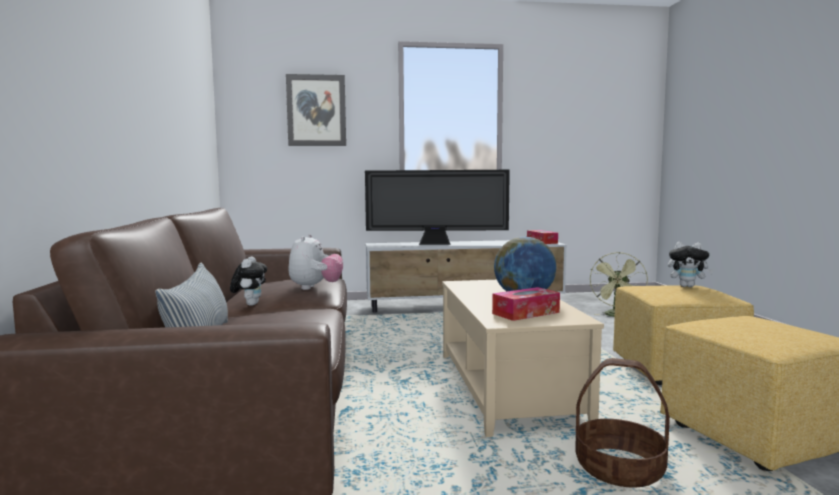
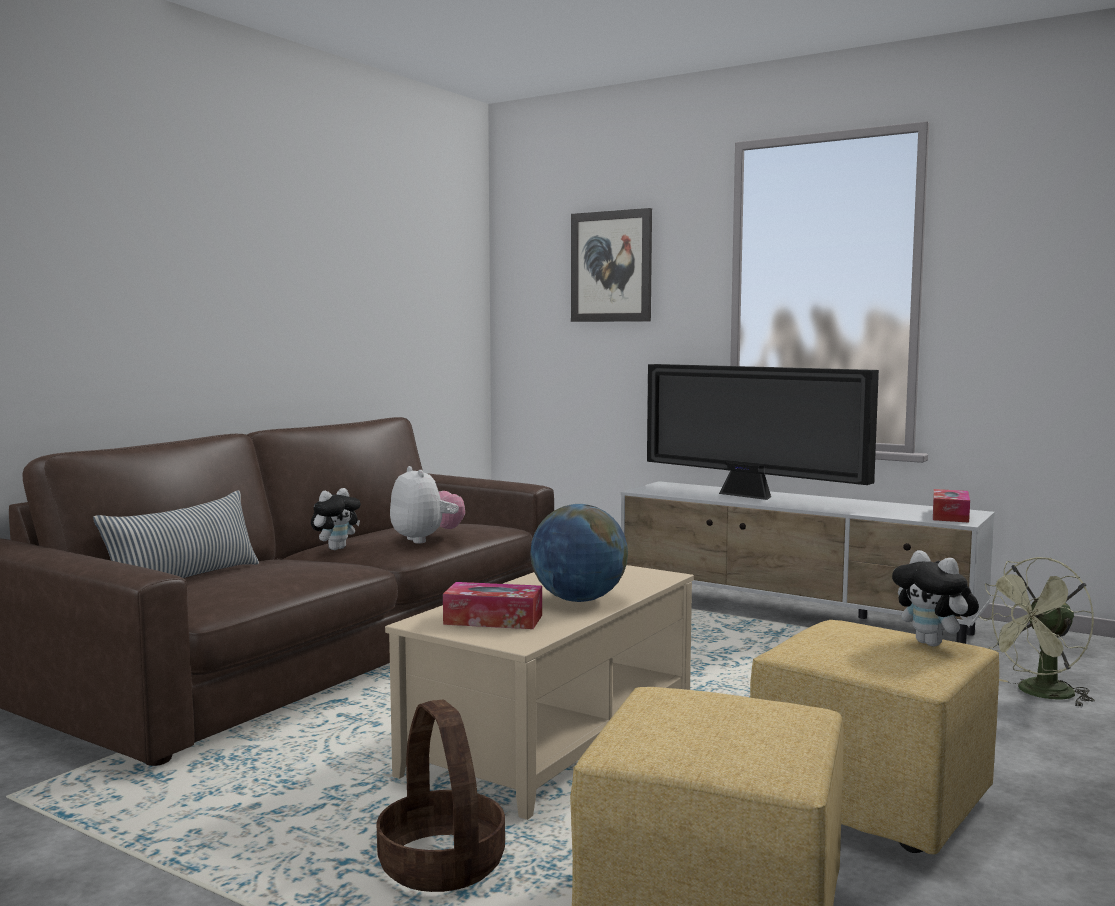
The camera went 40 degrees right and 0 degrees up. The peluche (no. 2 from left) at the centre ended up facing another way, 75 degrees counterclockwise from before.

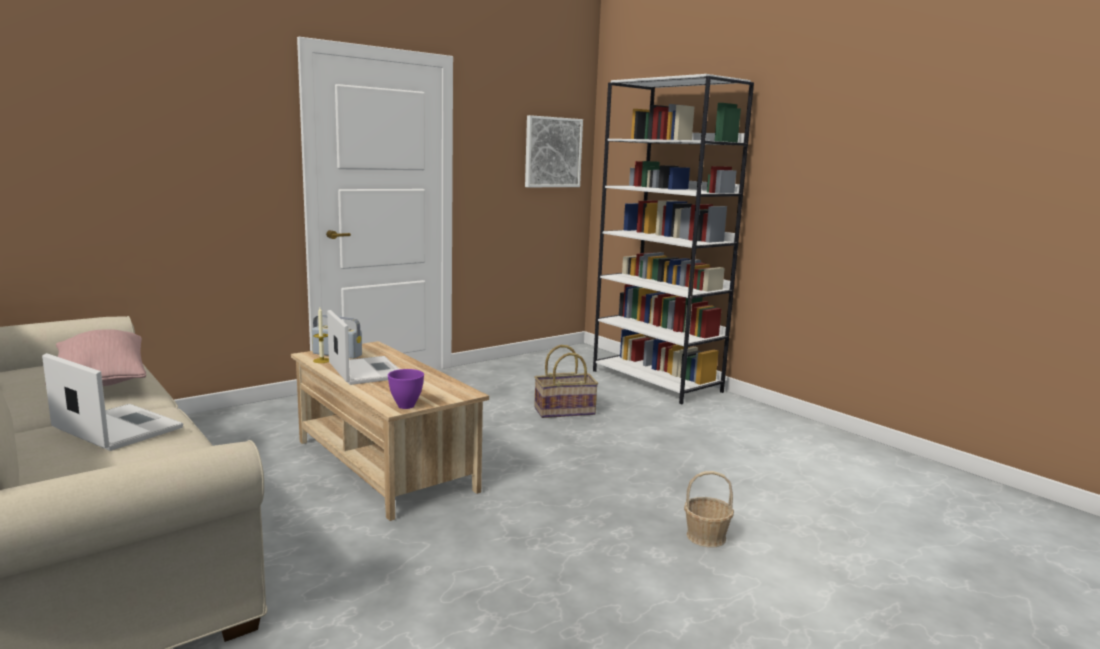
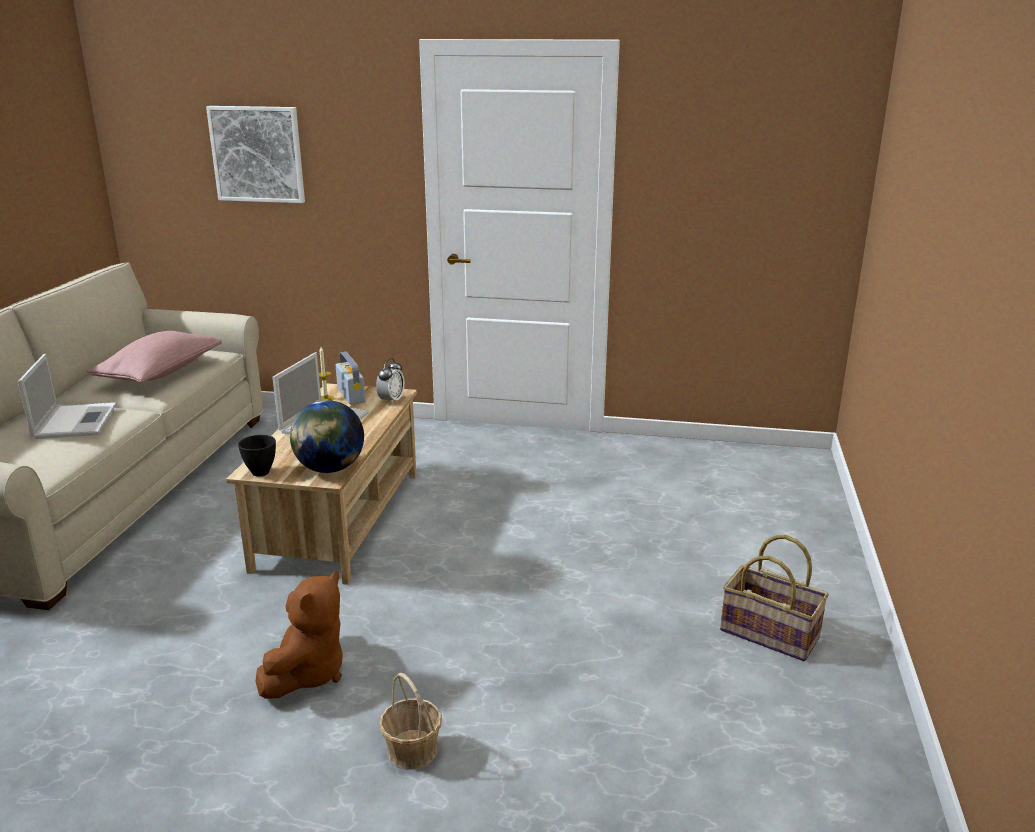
The camera went 50 degrees right and 10 degrees up. What was the bol/violet at the centre turned into the bol/noir at the middle left. The tableau ended up elsewhere, having gone from the top centre to the top left. The panier (no. 1 from left in the first image) ended up elsewhere, having gone from the centre to the bottom right. The second view lost the bibliothèque/blanc at the centre. The second view gained the peluche/marron at the bottom left. The second view gained the globe at the middle left. The second view gained the réveil at the centre.

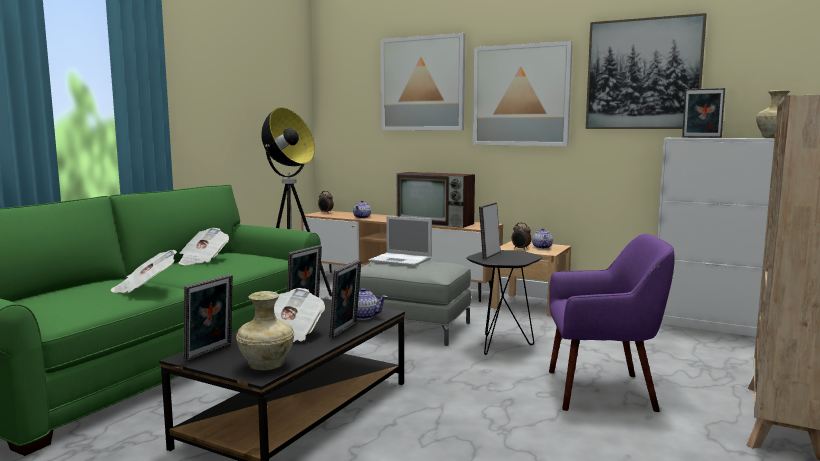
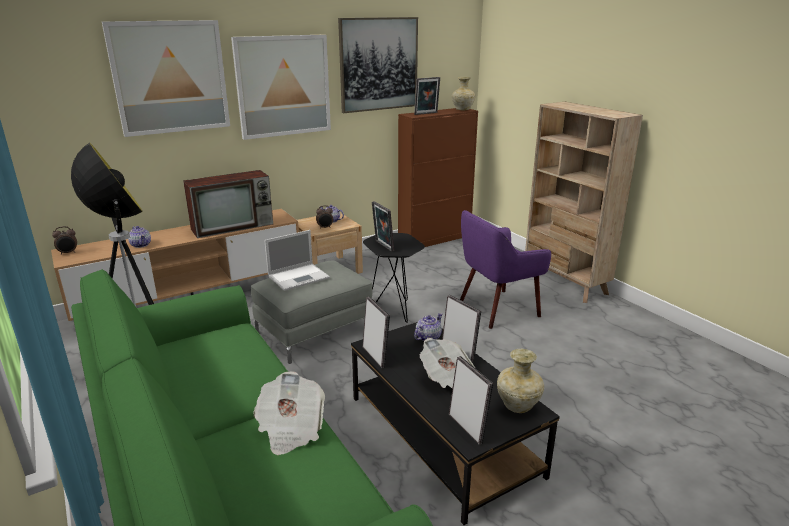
The camera went 60 degrees left and 15 degrees up. The second view lost the journal (no. 2 from left) at the middle left. The fauteuil/violet at the bottom right ended up facing another way, 150 degrees counterclockwise from before. What was the meuble de rangement/blanc at the middle right turned into the meuble de rangement/marron at the centre.

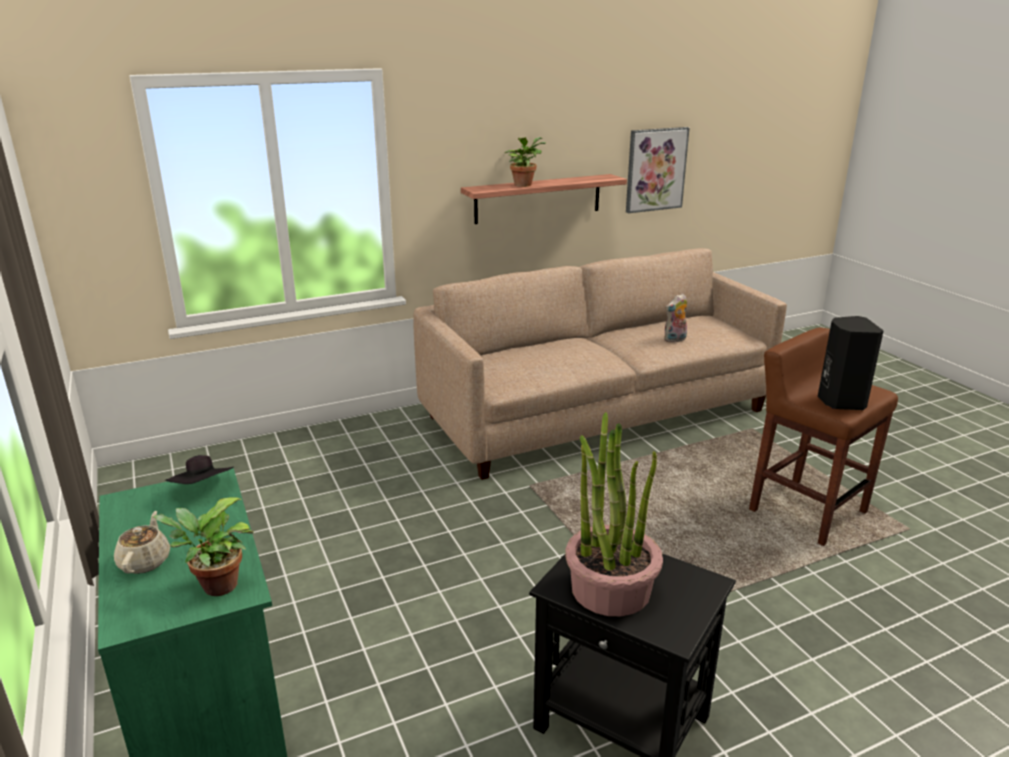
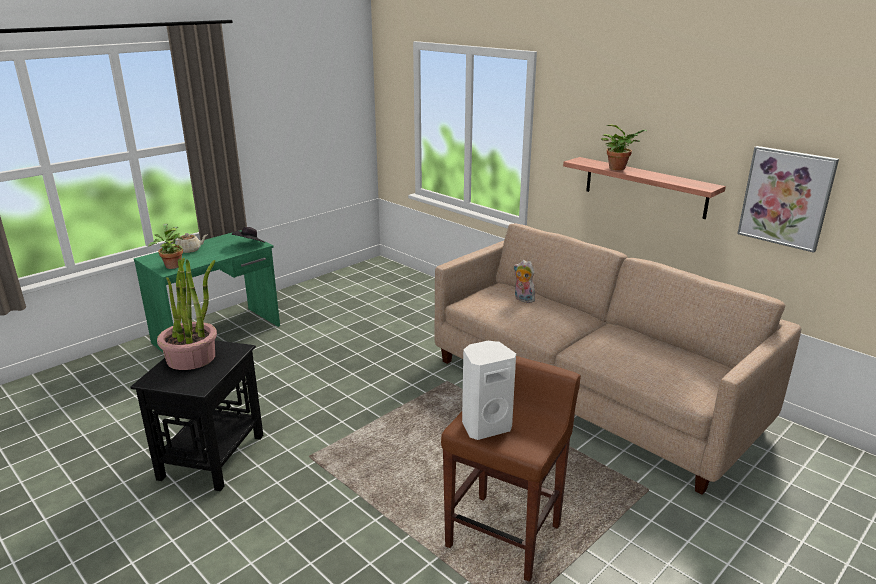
The camera went 70 degrees right and 0 degrees up. The peluche ended up elsewhere, having gone from the middle right to the centre. What was the enceinte/noir at the middle right turned into the enceinte/blanc at the bottom centre.

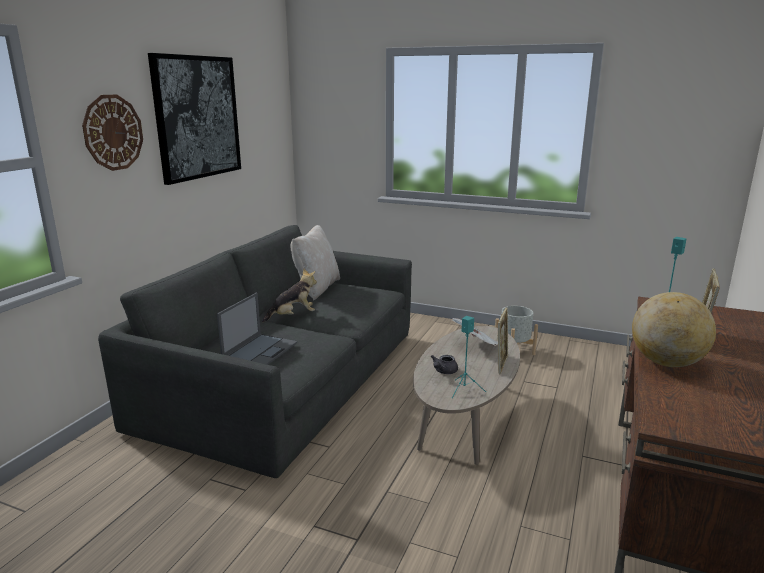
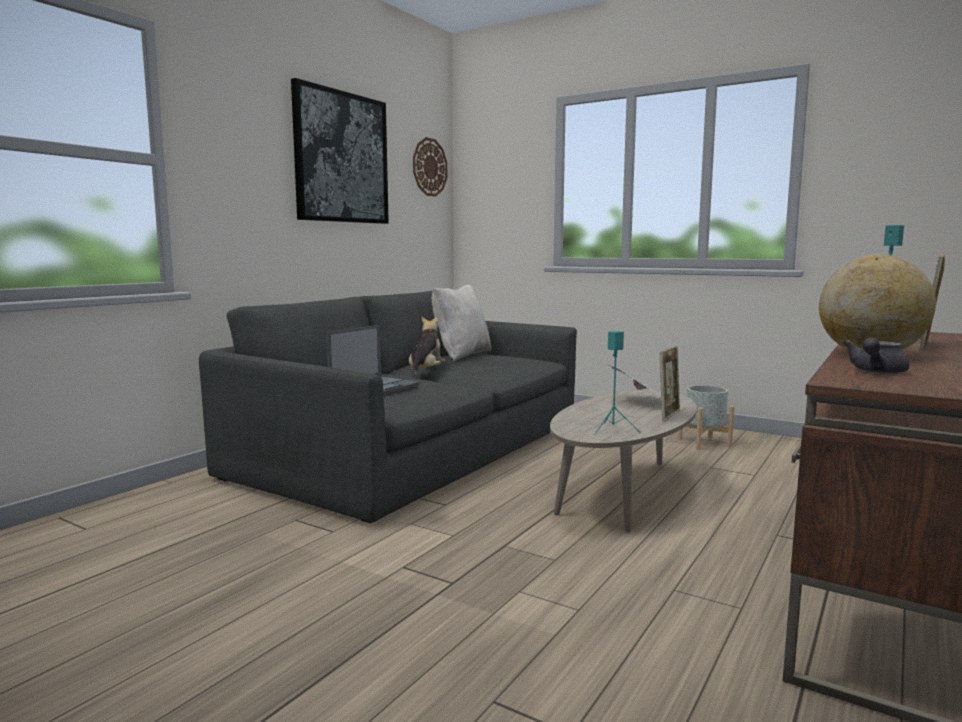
The camera went 10 degrees right and 10 degrees down. The horloge murale ended up elsewhere, having gone from the top left to the top centre. The peluche at the centre ended up facing another way, 60 degrees counterclockwise from before. The théière/gris ended up elsewhere, having gone from the centre to the middle right.

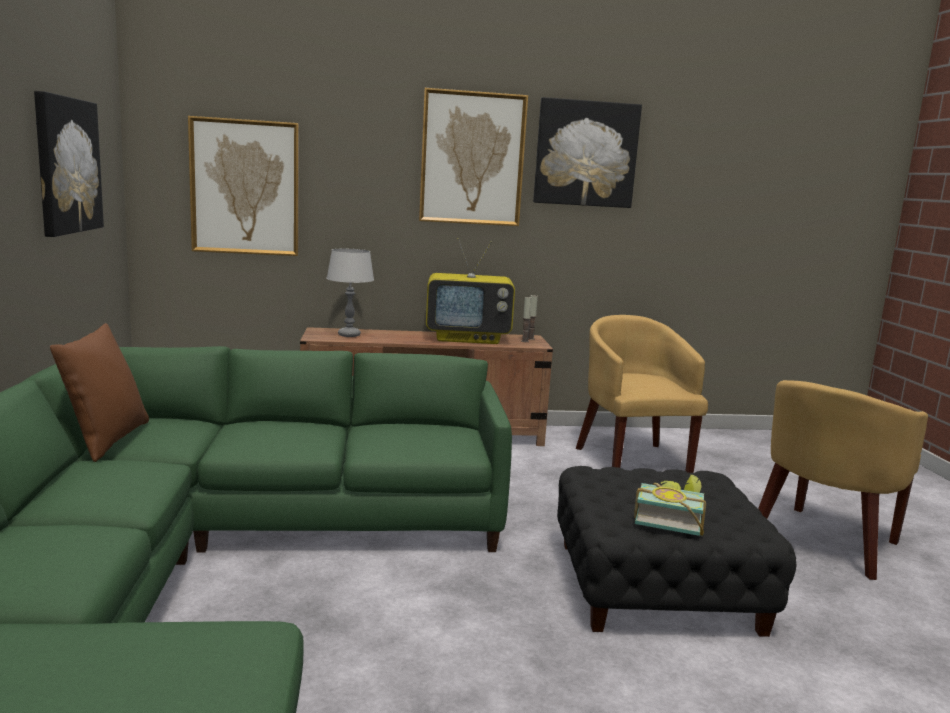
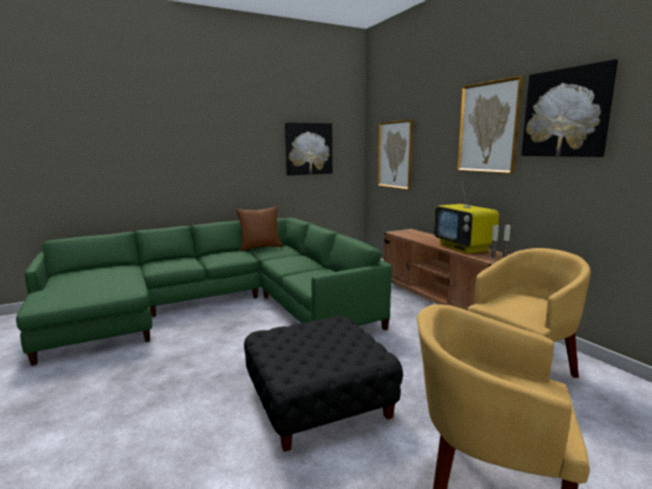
The camera went 70 degrees right and 0 degrees up. The second view lost the lampe de table/gris at the centre. The second view lost the livre at the bottom right.

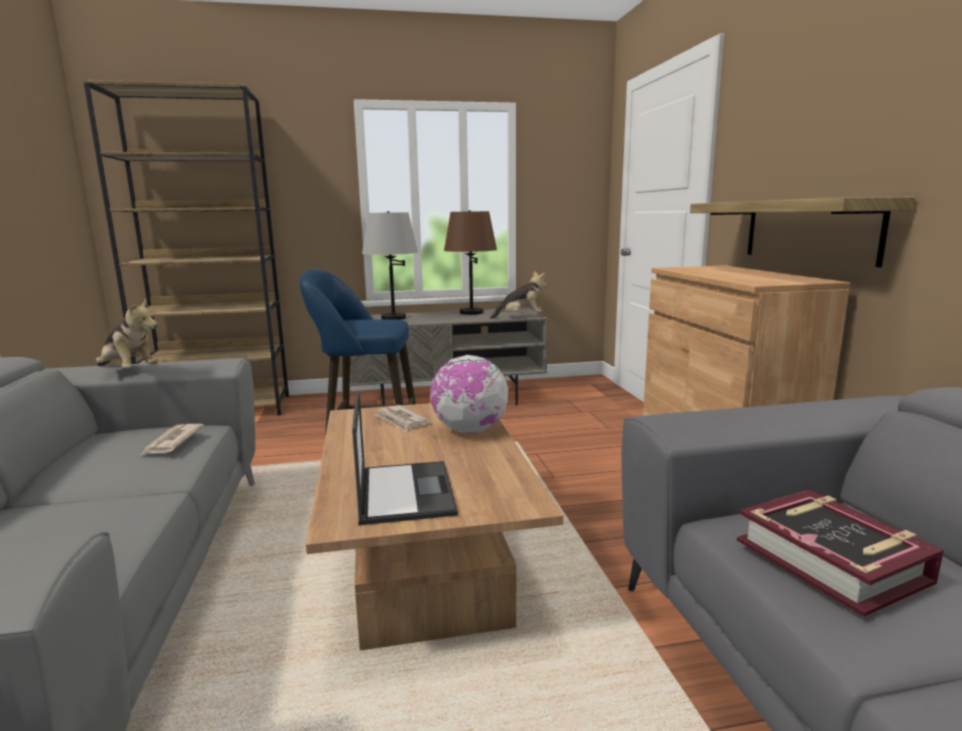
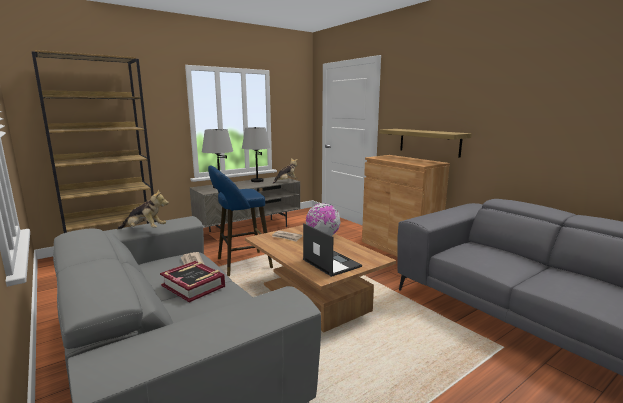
The camera went 25 degrees left and 0 degrees up. What was the lampe de table/marron at the centre turned into the lampe de table/gris (no. 2 from left) at the centre. The livre ended up elsewhere, having gone from the bottom right to the bottom left.

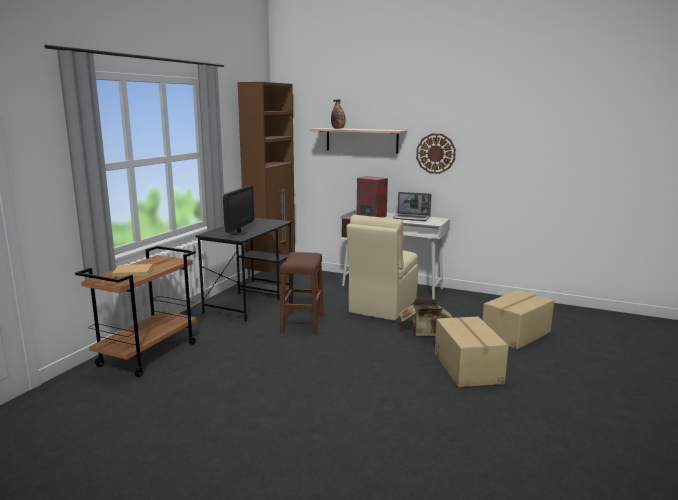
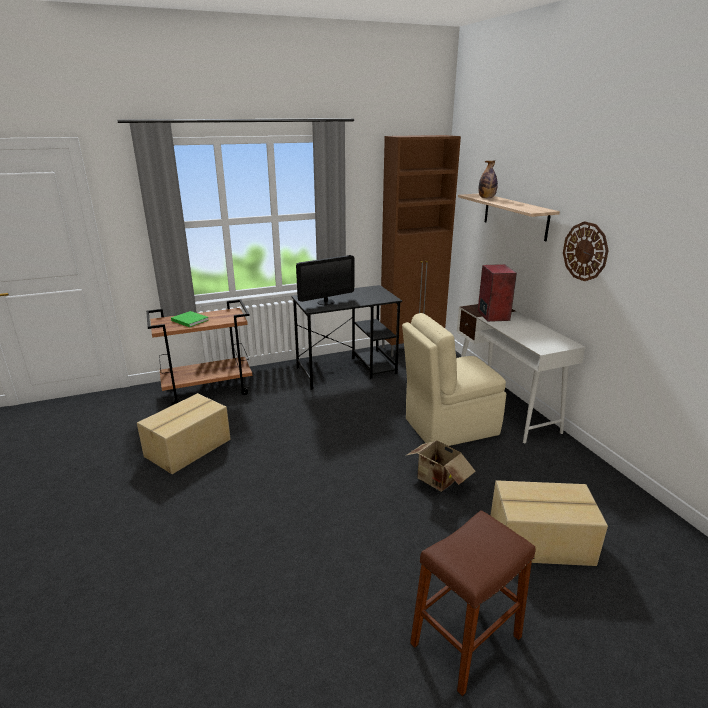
The camera went 45 degrees right and 10 degrees up. What was the livre/beige at the middle left turned into the livre/vert at the middle left. The tabouret/marron ended up elsewhere, having gone from the centre to the bottom right. The second view lost the ordinateur portable at the centre. The carton (no. 2 from left in the first image) ended up elsewhere, having gone from the bottom right to the middle left.

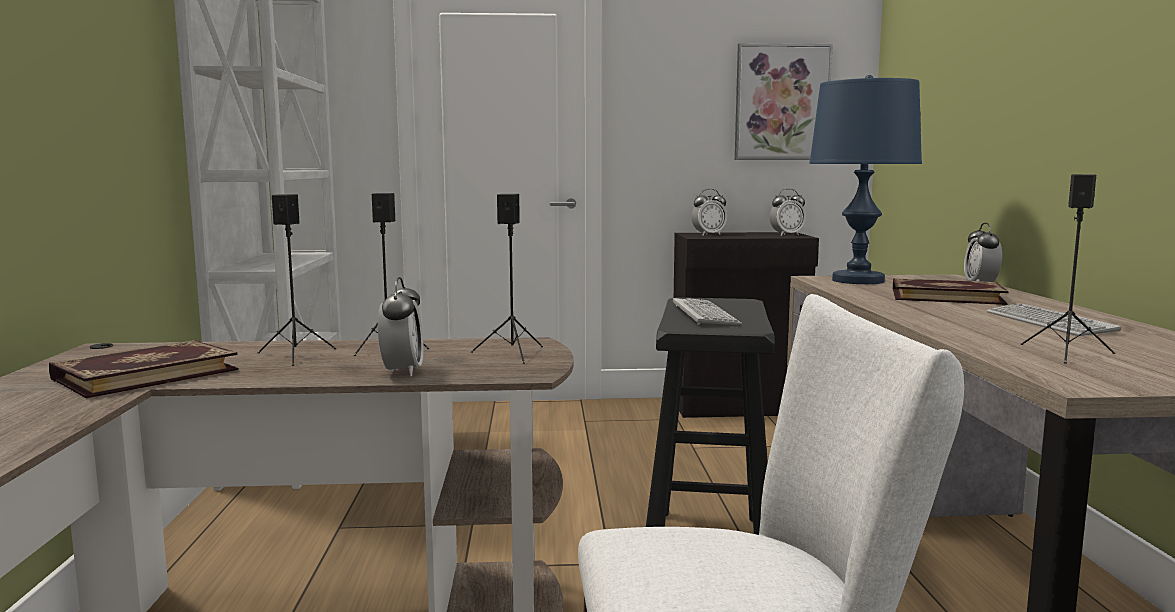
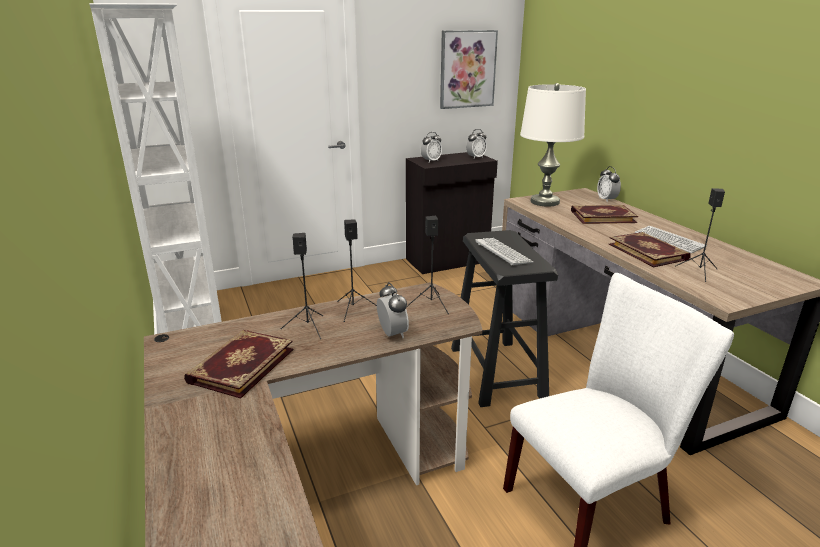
The camera went 20 degrees left and 15 degrees up. What was the lampe de table/bleu at the top right turned into the lampe de table/blanc at the top right. The second view gained the livre (no. 3 from left) at the middle right.

